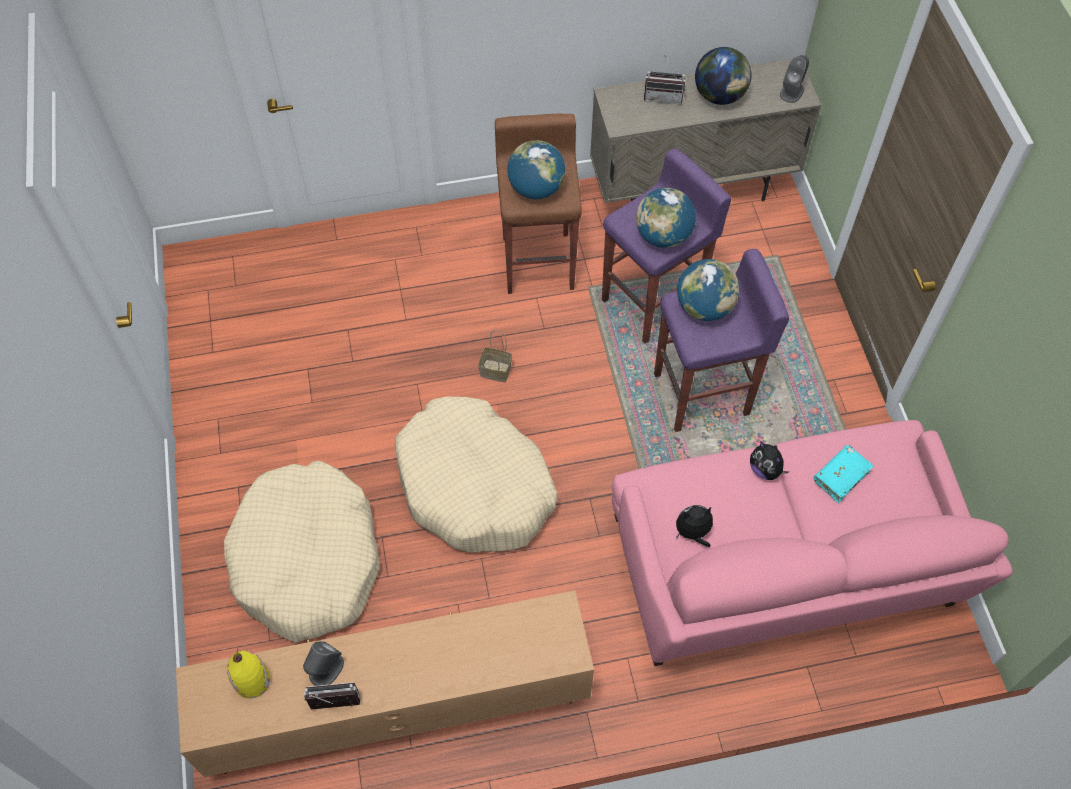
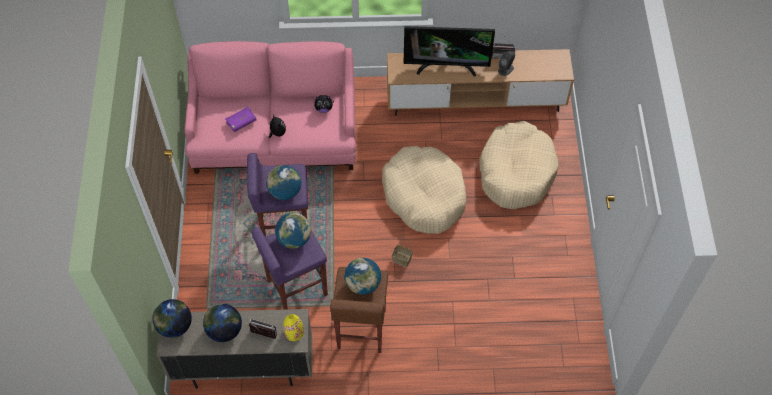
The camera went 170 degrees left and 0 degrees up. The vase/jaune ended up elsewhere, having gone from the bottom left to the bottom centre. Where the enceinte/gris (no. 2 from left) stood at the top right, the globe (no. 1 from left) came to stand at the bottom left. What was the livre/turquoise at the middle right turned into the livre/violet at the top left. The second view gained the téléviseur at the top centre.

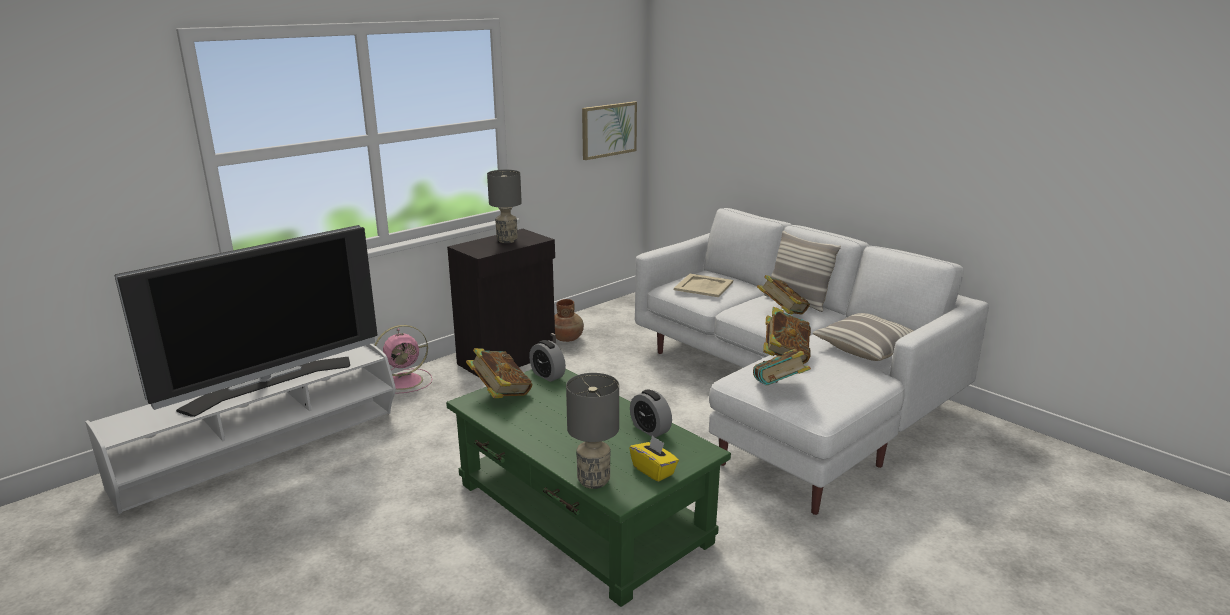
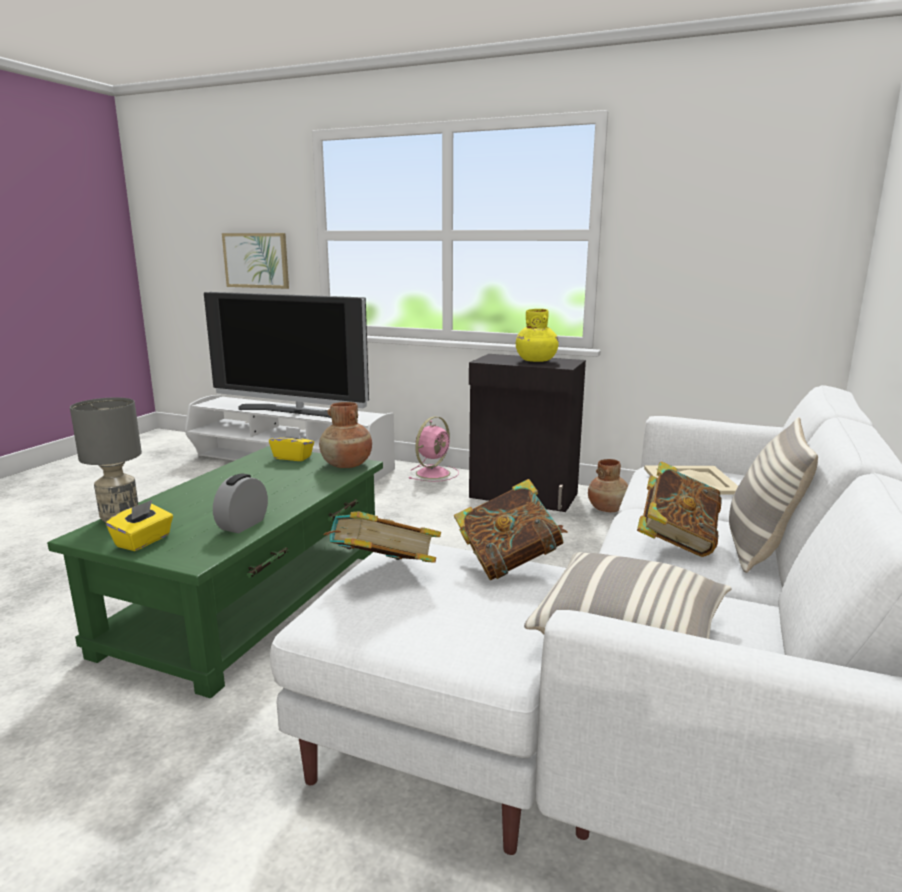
The camera went 65 degrees right and 5 degrees down. The ventilateur/rose at the middle left ended up facing another way, 90 degrees counterclockwise from before. Where the livre (no. 1 from left) stood at the centre, the boîte à mouchoirs/jaune (no. 2 from left) came to stand at the middle left. Where the lampe de table/gris (no. 1 from left) stood at the centre, the vase/jaune came to stand at the centre. Where the réveil (no. 1 from left) stood at the centre, the vase/marron (no. 1 from left) came to stand at the centre. The tableau ended up elsewhere, having gone from the top centre to the top left.

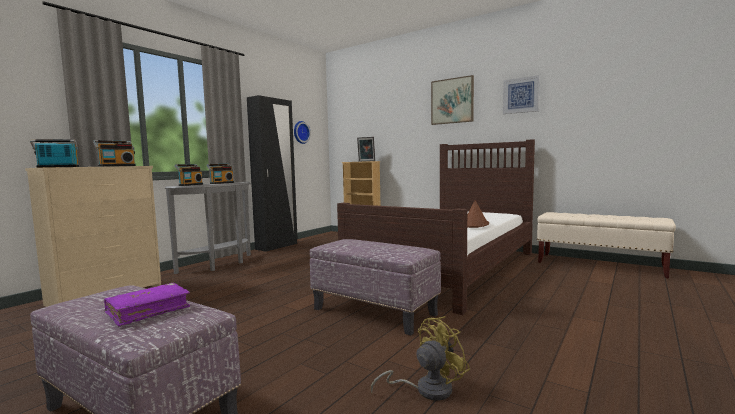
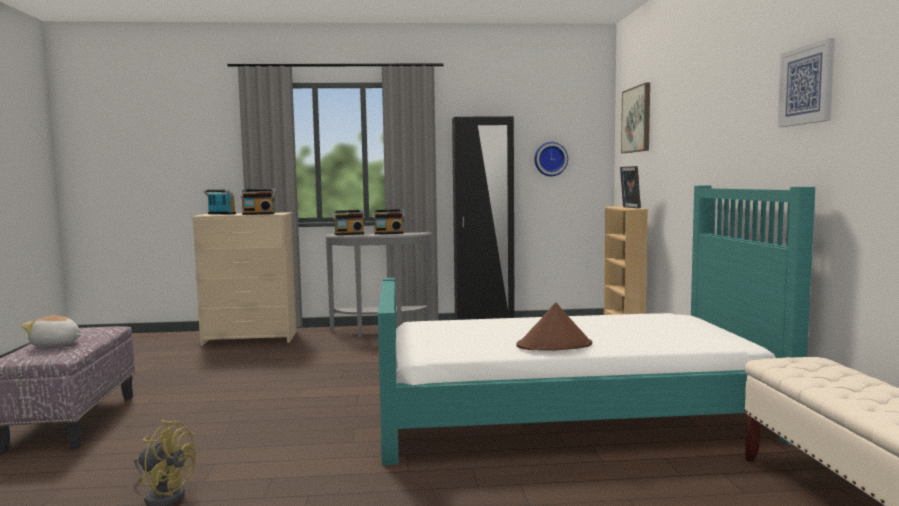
The camera went 50 degrees right and 0 degrees up. Where the livre/violet stood at the bottom left, the peluche came to stand at the middle left. The second view lost the pouf (no. 2 from left) at the bottom centre. What was the lit/marron at the centre turned into the lit/turquoise at the centre. The tableau (no. 1 from left) ended up elsewhere, having gone from the top centre to the top right.

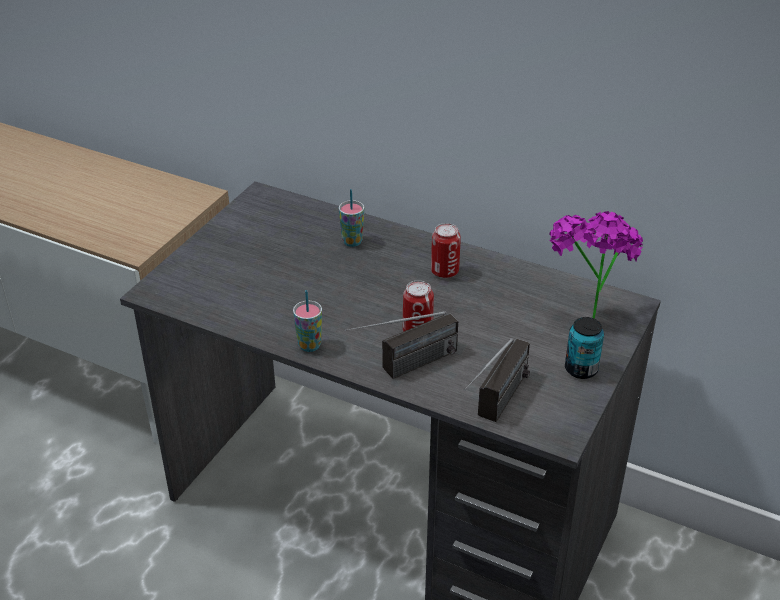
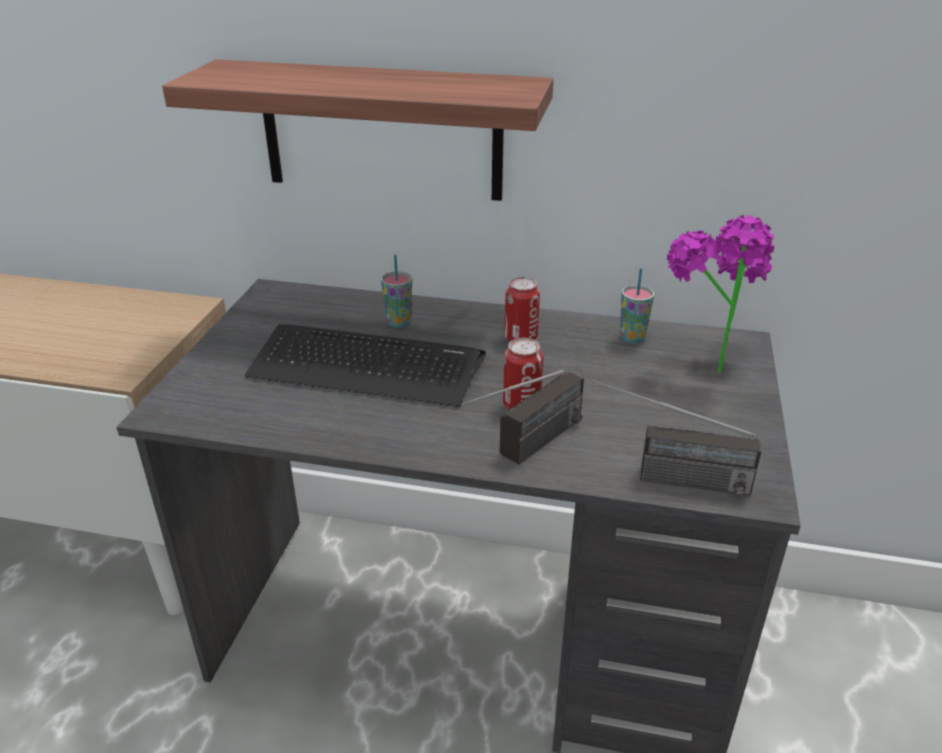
The camera went 15 degrees left and 5 degrees down. The tasse (no. 1 from left in the first image) ended up elsewhere, having gone from the centre to the middle right. The radio (no. 2 from left) at the centre ended up facing another way, 90 degrees clockwise from before. The second view lost the boîte métallique (no. 3 from left) at the middle right. The second view gained the étagère at the top centre. The second view gained the clavier at the centre.

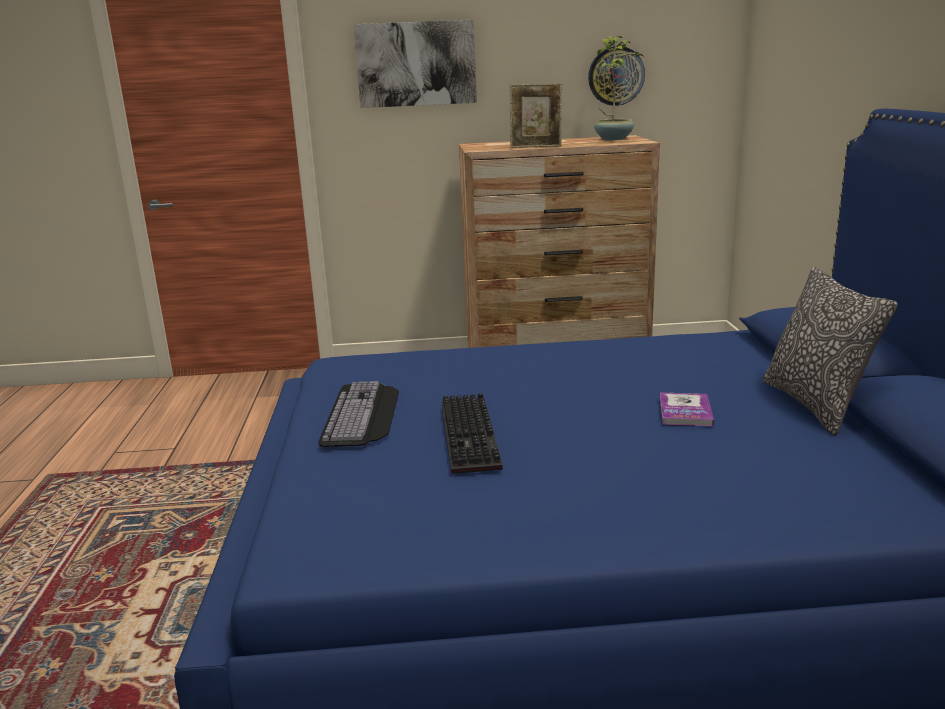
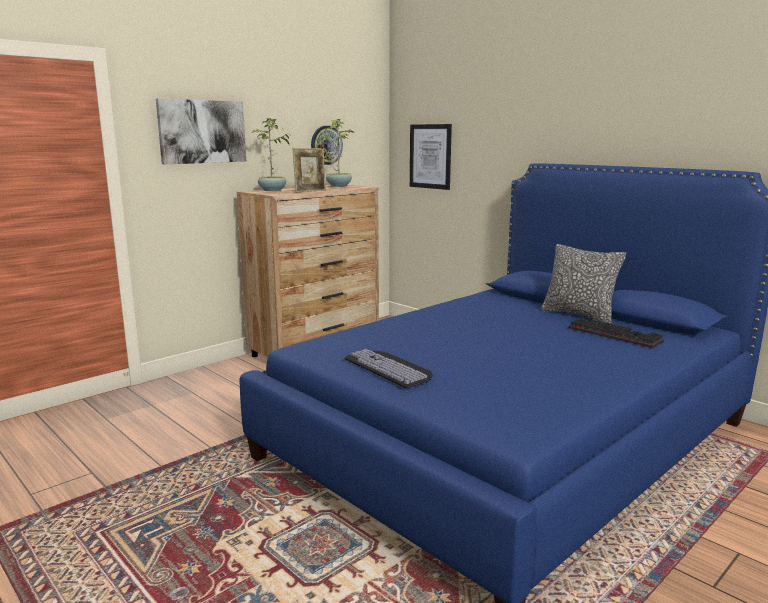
The camera went 40 degrees left and 5 degrees down. The clavier (no. 2 from left) ended up elsewhere, having gone from the centre to the middle right. The second view lost the livre at the middle right. The second view gained the plante en pot (no. 1 from left) at the top centre. The second view gained the tableau (no. 2 from left) at the top centre.

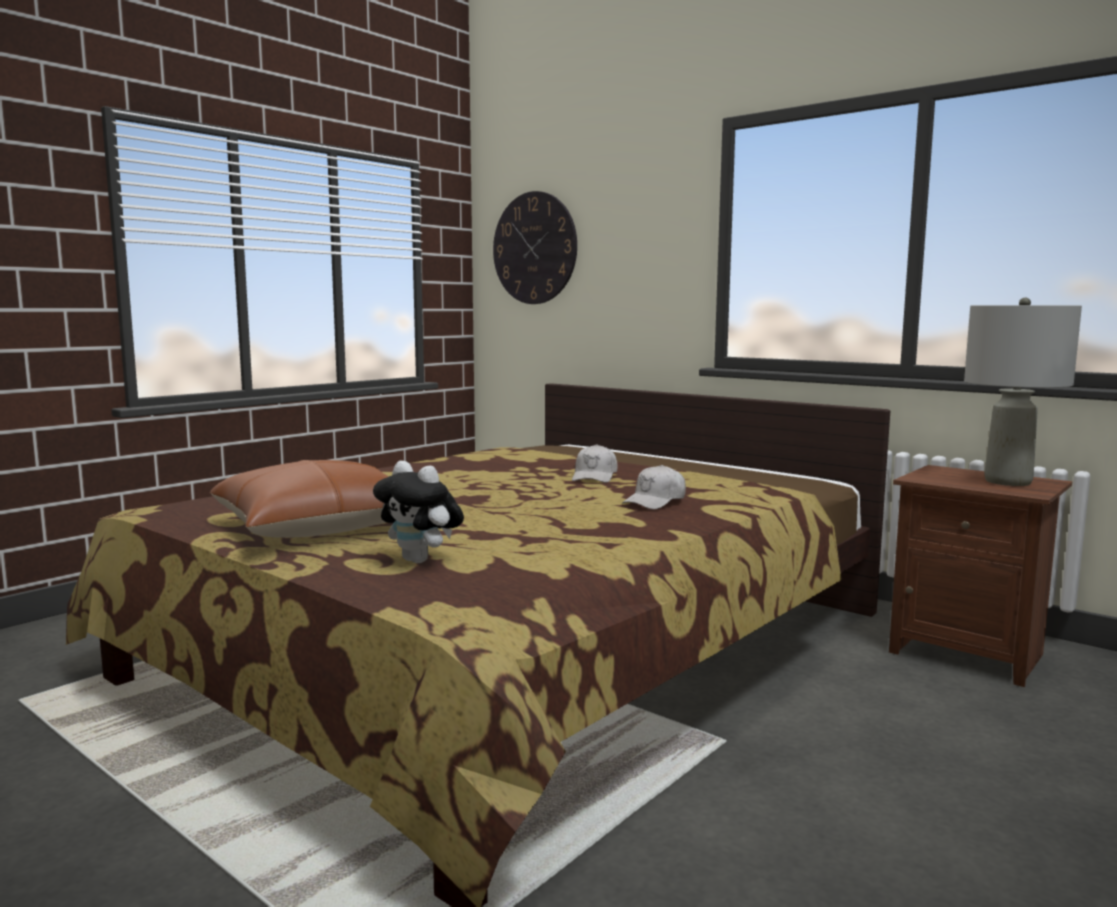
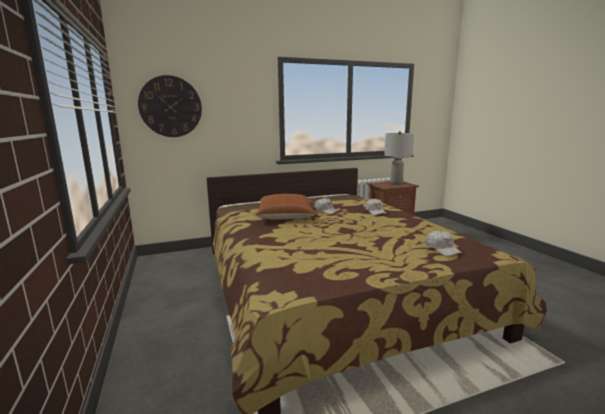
The camera went 60 degrees left and 5 degrees up. The coussin/marron ended up elsewhere, having gone from the middle left to the centre. Where the peluche stood at the centre, the casquette/blanc (no. 3 from left) came to stand at the middle right.

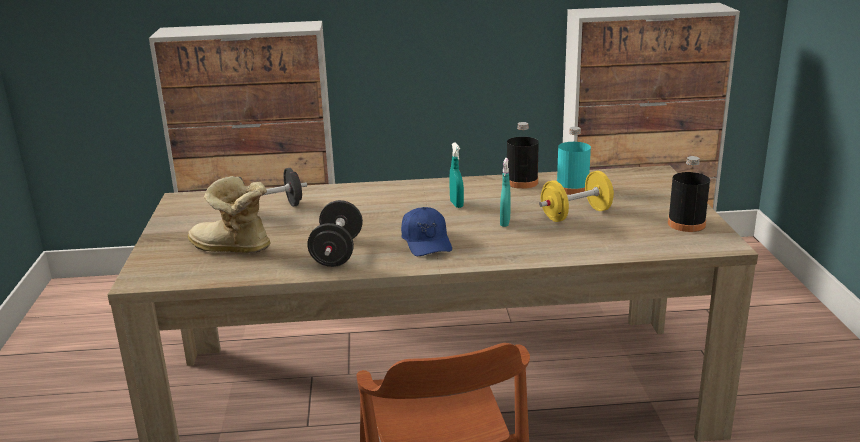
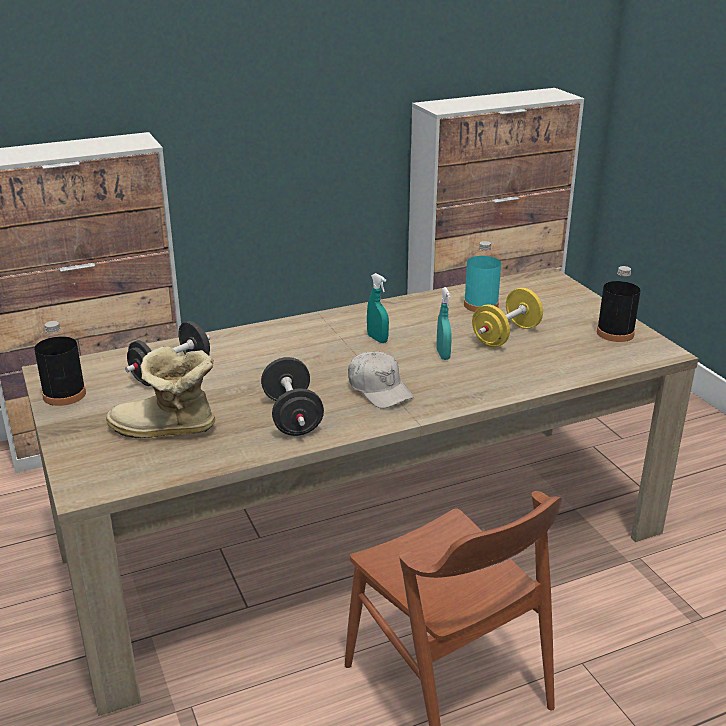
The camera went 20 degrees left and 5 degrees up. What was the casquette/bleu at the centre turned into the casquette/blanc at the centre. The bouteille/noir (no. 1 from left) ended up elsewhere, having gone from the centre to the middle left.

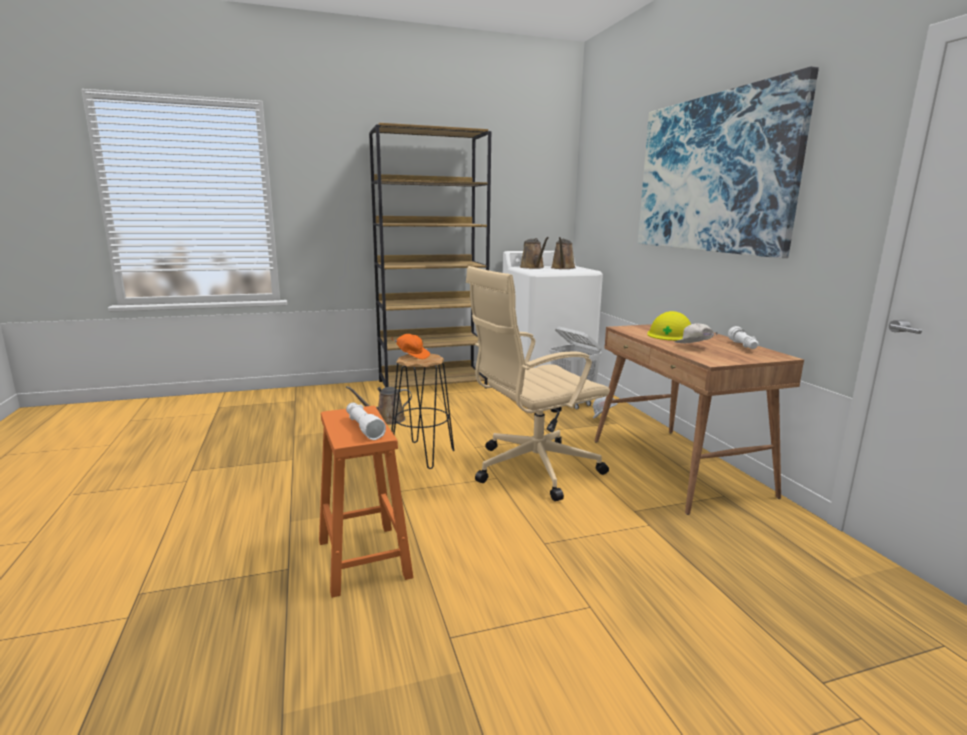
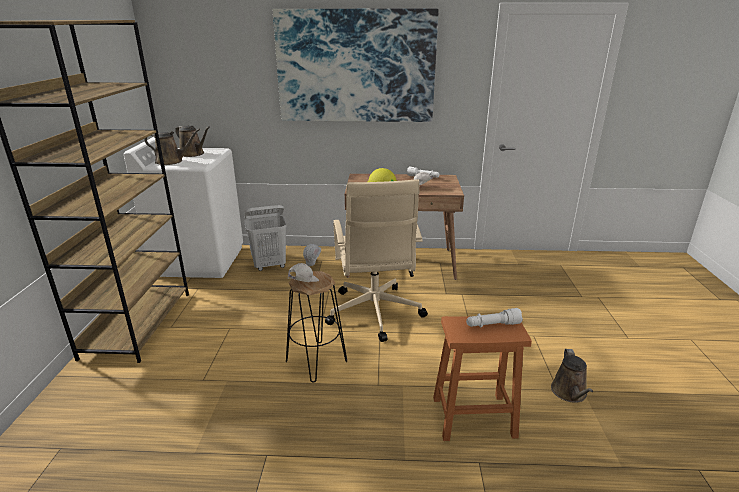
The camera went 70 degrees left and 10 degrees up. The arrosoir/marron (no. 1 from left in the first image) ended up elsewhere, having gone from the centre to the bottom right. What was the casquette/orange at the centre turned into the casquette/blanc (no. 1 from left) at the centre.

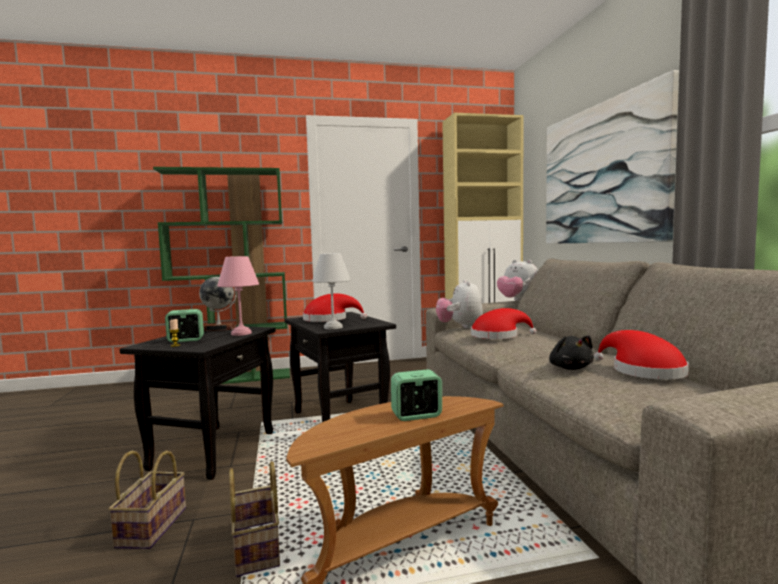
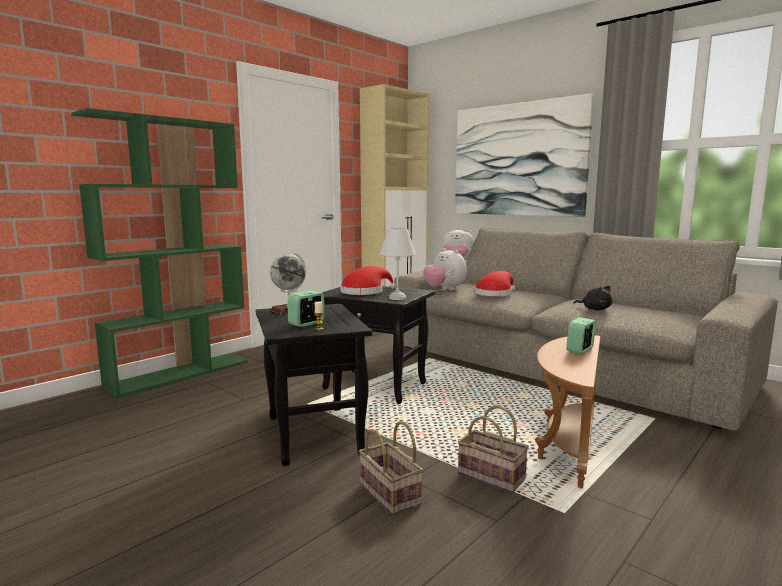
The camera went 35 degrees left and 5 degrees up. The second view lost the lampe de table/rose at the middle left. The second view lost the chapeau/rouge (no. 3 from left) at the middle right.

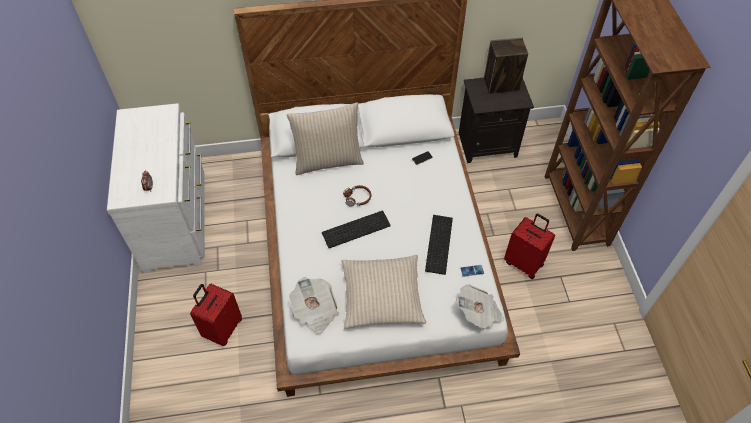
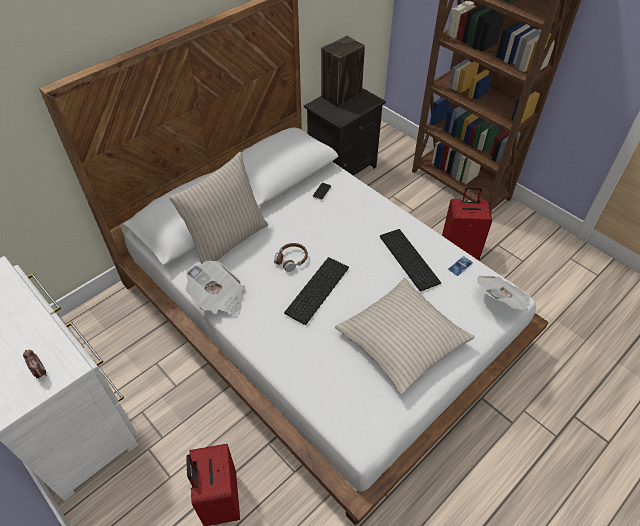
The camera went 35 degrees left and 5 degrees down. The journal (no. 1 from left) ended up elsewhere, having gone from the bottom centre to the centre.

